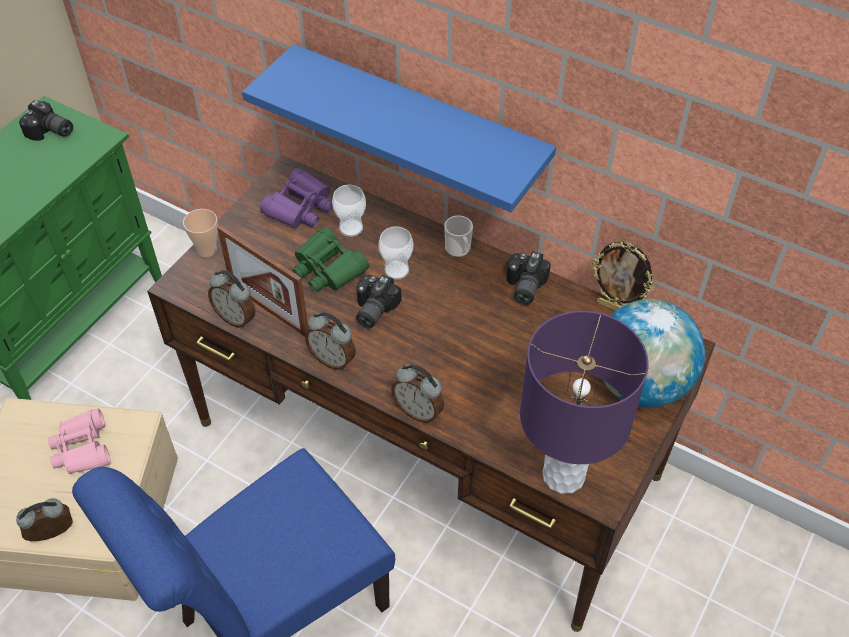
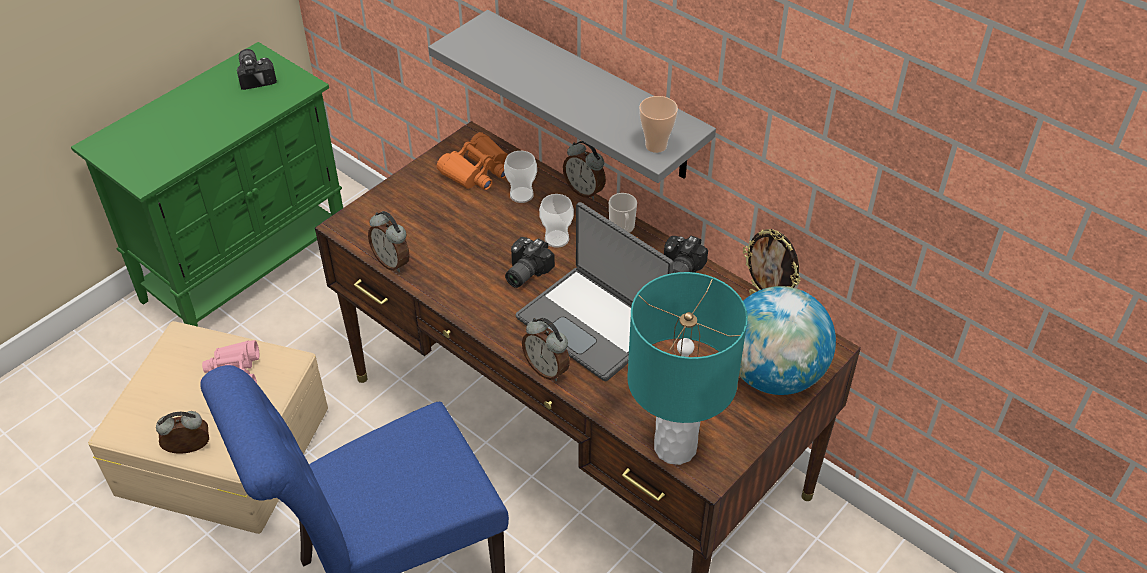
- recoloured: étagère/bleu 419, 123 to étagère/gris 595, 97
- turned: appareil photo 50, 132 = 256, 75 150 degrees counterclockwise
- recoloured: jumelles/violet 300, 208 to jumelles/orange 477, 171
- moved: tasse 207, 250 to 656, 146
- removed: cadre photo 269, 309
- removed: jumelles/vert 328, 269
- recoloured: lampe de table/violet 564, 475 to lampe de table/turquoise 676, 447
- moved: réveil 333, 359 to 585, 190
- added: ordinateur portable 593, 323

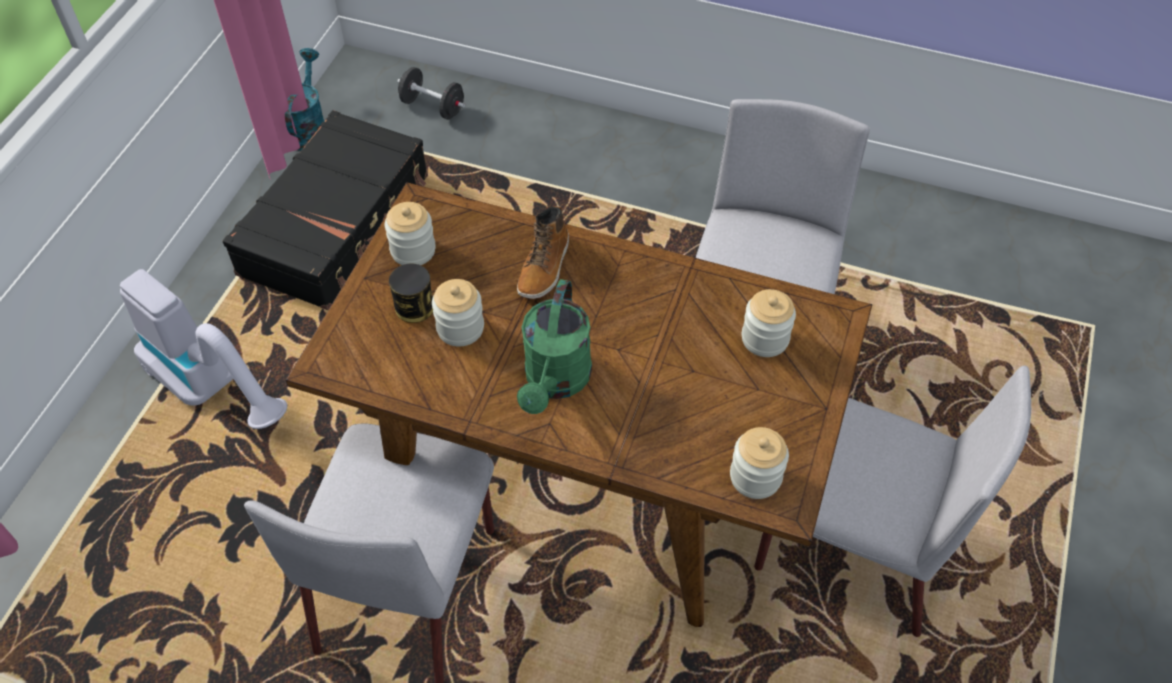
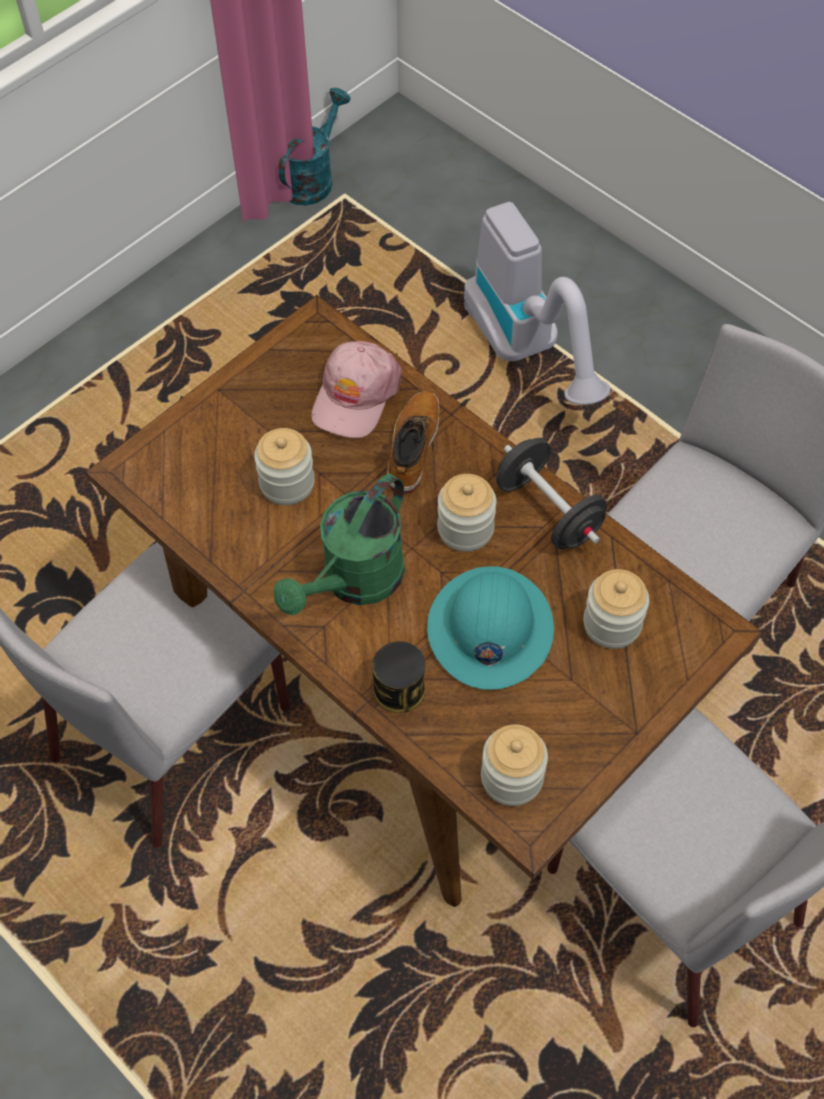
- moved: haltère/noir 432, 107 to 548, 511
- removed: valise/noir 337, 224
- moved: bocal 413, 250 to 465, 529
- turned: botte 544, 267 = 412, 447 150 degrees clockwise
- moved: boîte métallique 414, 307 to 399, 690
- moved: aspirateur 214, 389 to 528, 352
- added: casquette/rose 355, 396
- added: casque de chantier/turquoise 489, 629

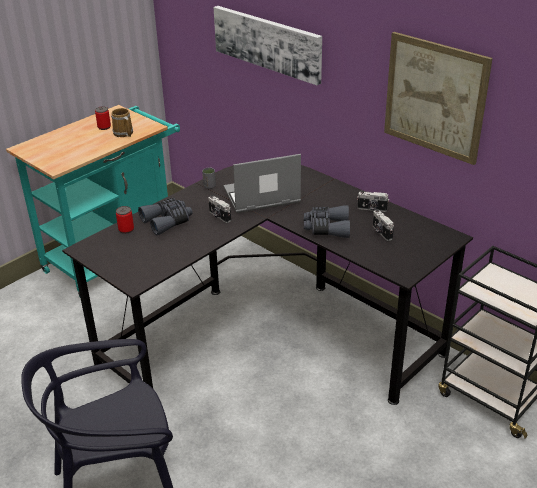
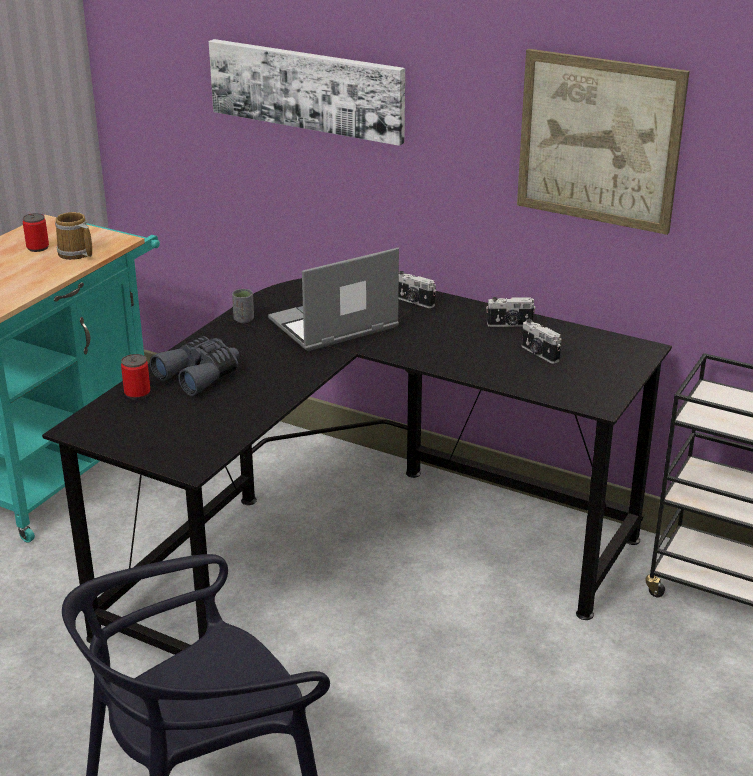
- moved: appareil photo 219, 216 to 414, 302
- removed: jumelles/gris 326, 228

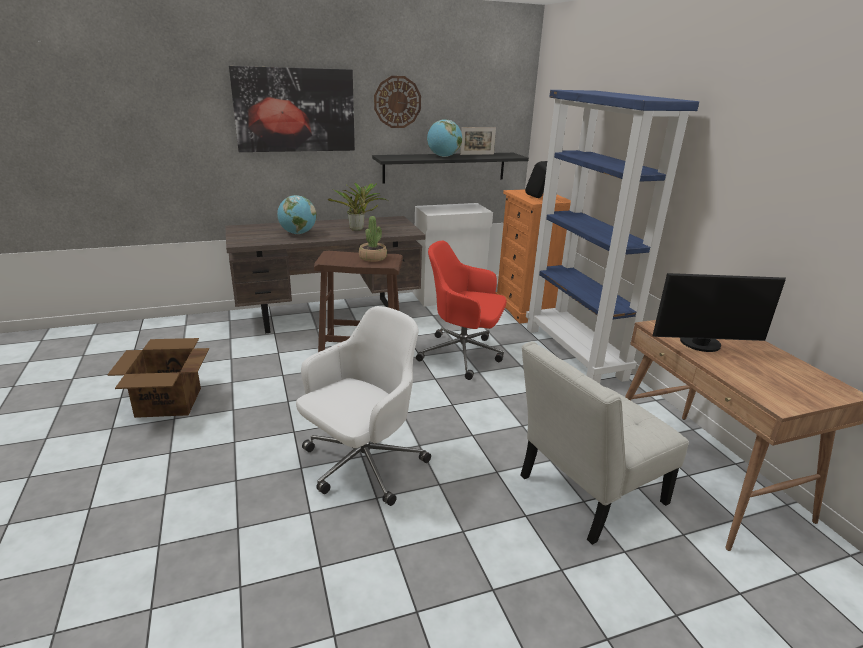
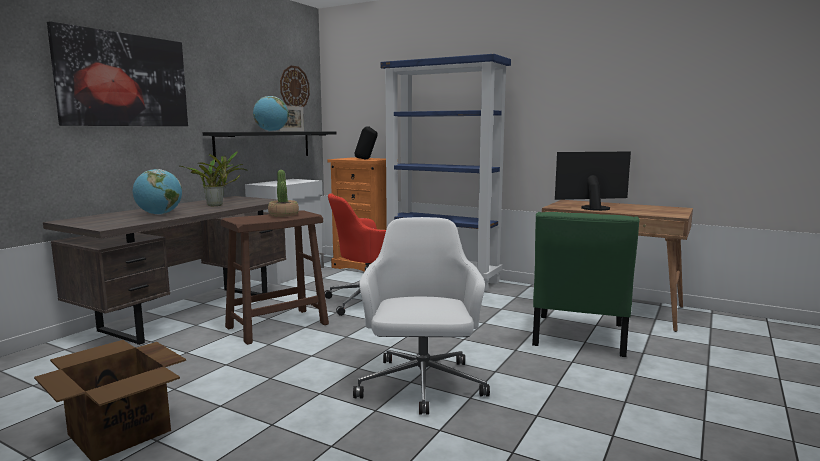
- moved: horloge murale 397, 102 to 294, 88
- turned: écran d'ordinateur 702, 345 = 593, 208 150 degrees counterclockwise
- recoloured: chaise/blanc 585, 492 to chaise/vert 578, 338

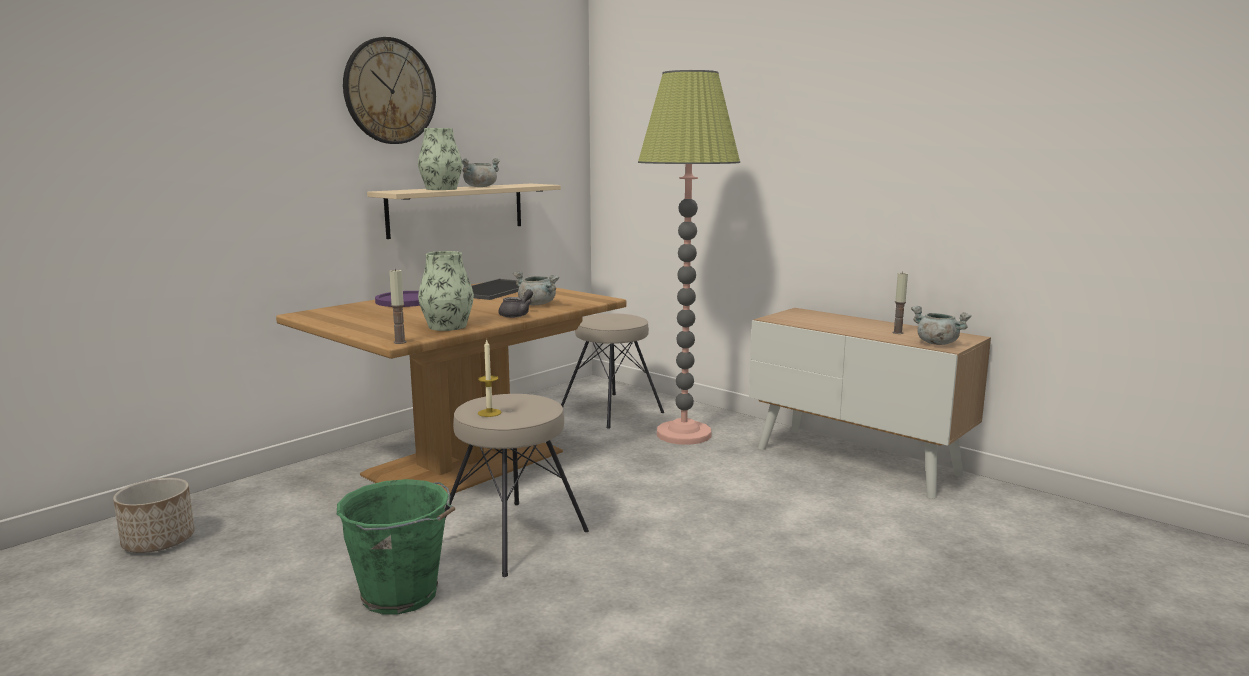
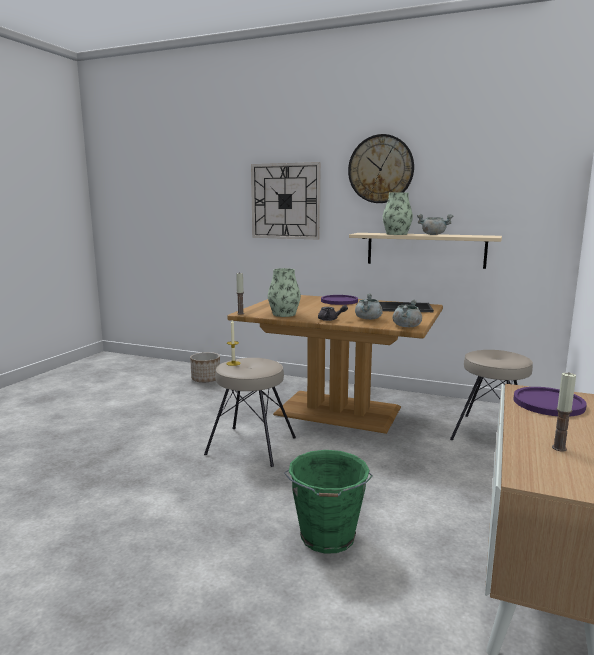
- removed: lampadaire 683, 434
- moved: marmite/gris 936, 343 to 406, 326
- moved: seau/vert 402, 595 to 327, 538
- added: horloge murale 285, 201
- added: assiette/violet 548, 403

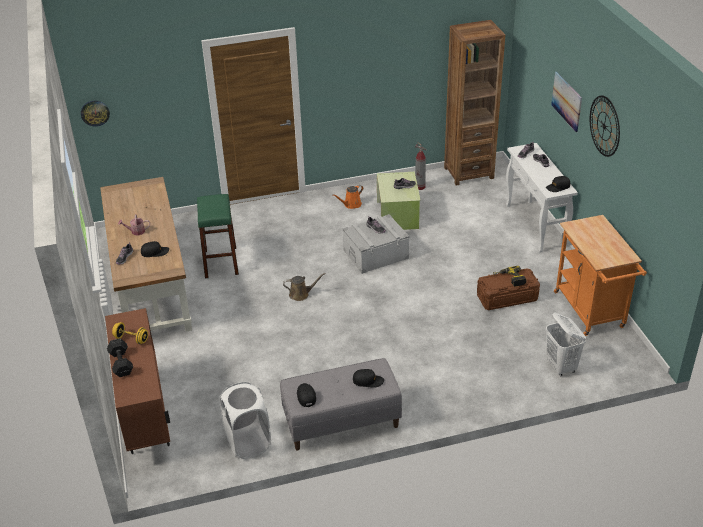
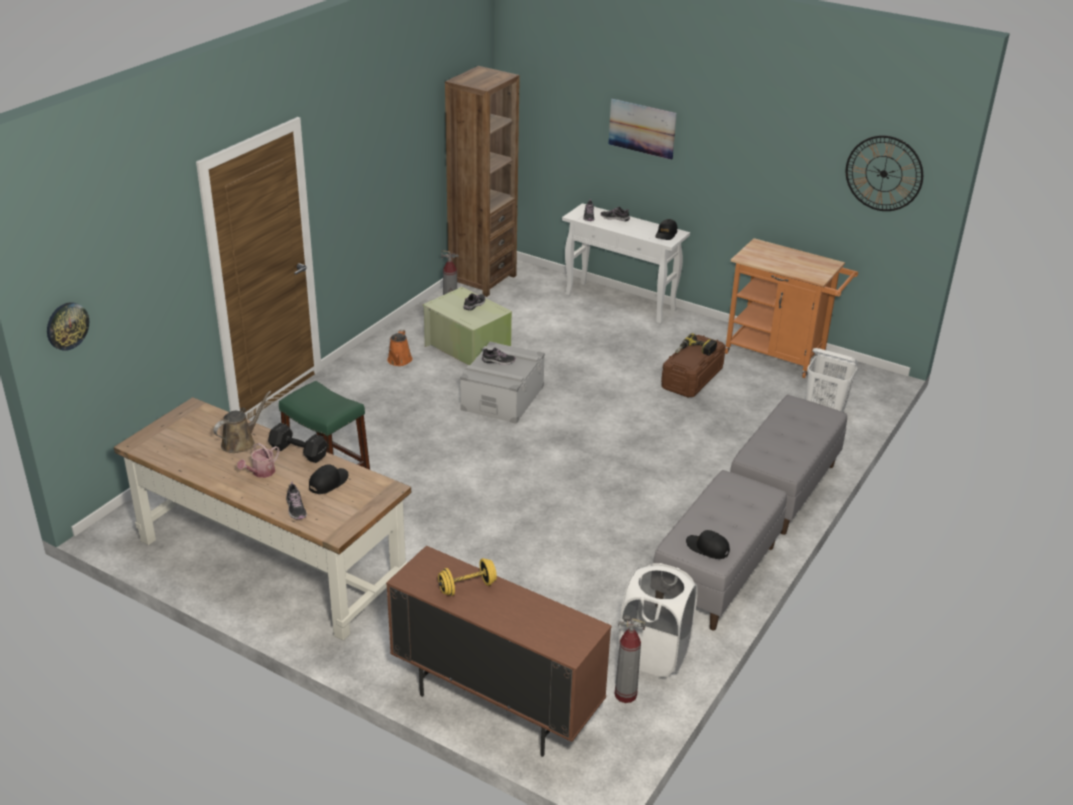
- moved: horloge murale 604, 126 to 884, 173
- moved: arrosoir/marron 301, 294 to 241, 442
- moved: haltère/noir 121, 363 to 298, 451
- removed: casquette/noir 368, 381
- added: banc/gris 783, 490
- added: extincteur 625, 694

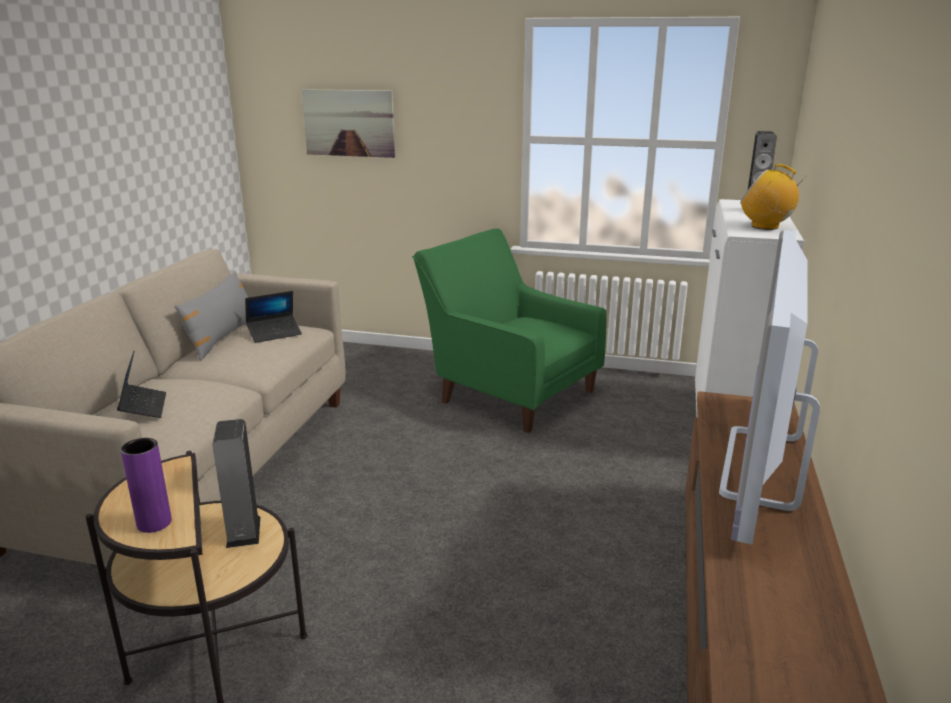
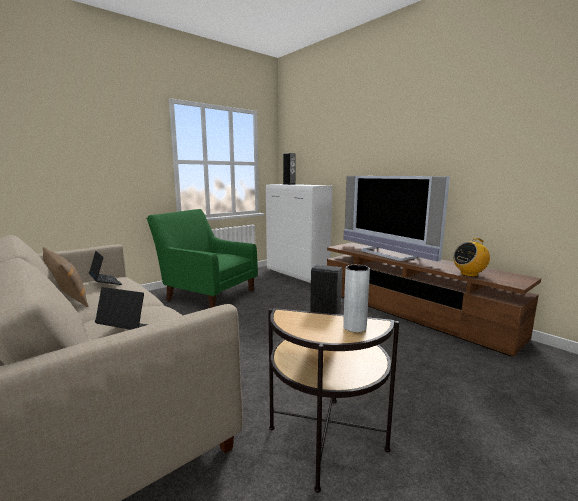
- removed: tableau 349, 123
- moved: radio 765, 226 to 469, 274
- turned: fauteuil/vert 509, 393 = 207, 294 45 degrees clockwise
- recoloured: coussin/gris 222, 338 to coussin/marron 66, 296
- turned: ordinateur portable 274, 333 = 105, 282 45 degrees counterclockwise
- recoloured: vase/violet 154, 523 to vase/gris 354, 327

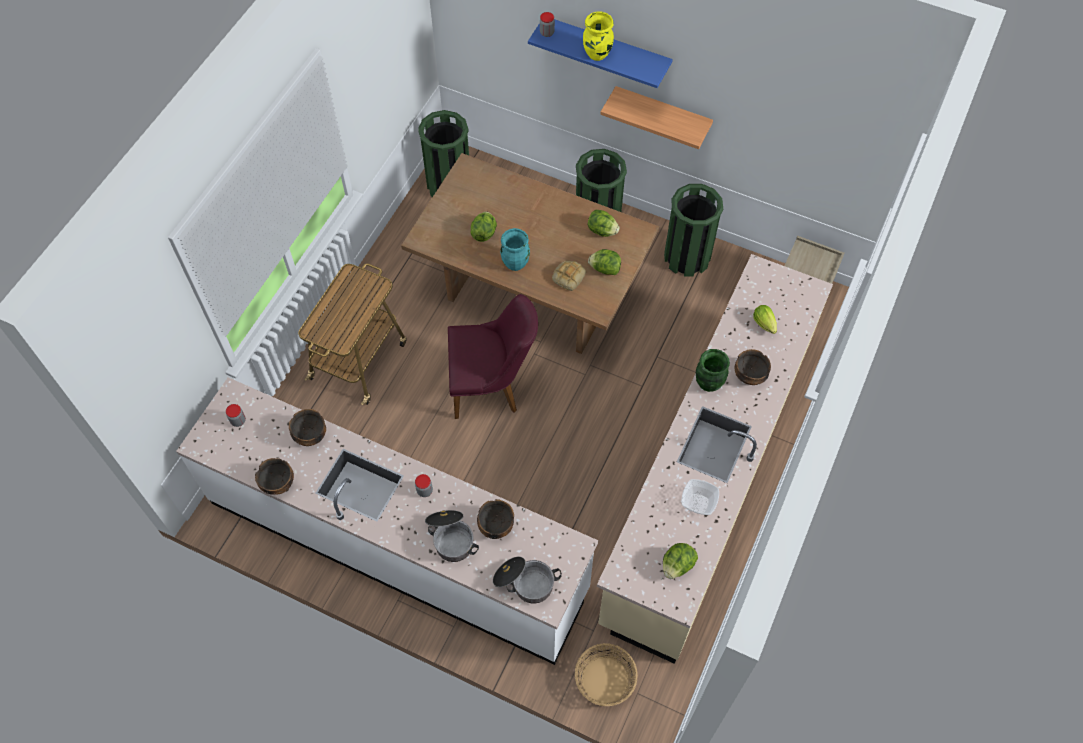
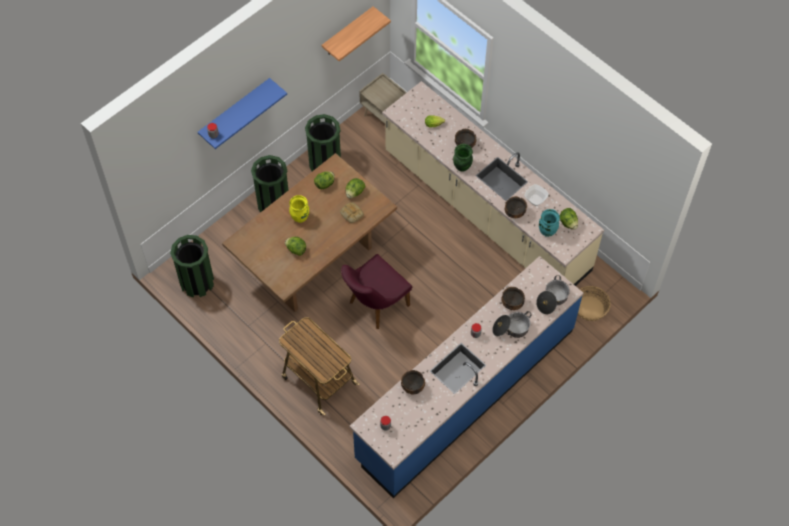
- moved: vase/jaune 597, 54 to 300, 217
- moved: étagère 662, 114 to 347, 32
- moved: vase/turquoise 515, 263 to 547, 231
- turned: chaise/violet 492, 387 = 374, 306 150 degrees counterclockwise
- recoloured: comptoir de cuisine/blanc 397, 544 to comptoir de cuisine/bleu 465, 393
- moved: bol 278, 483 to 514, 212

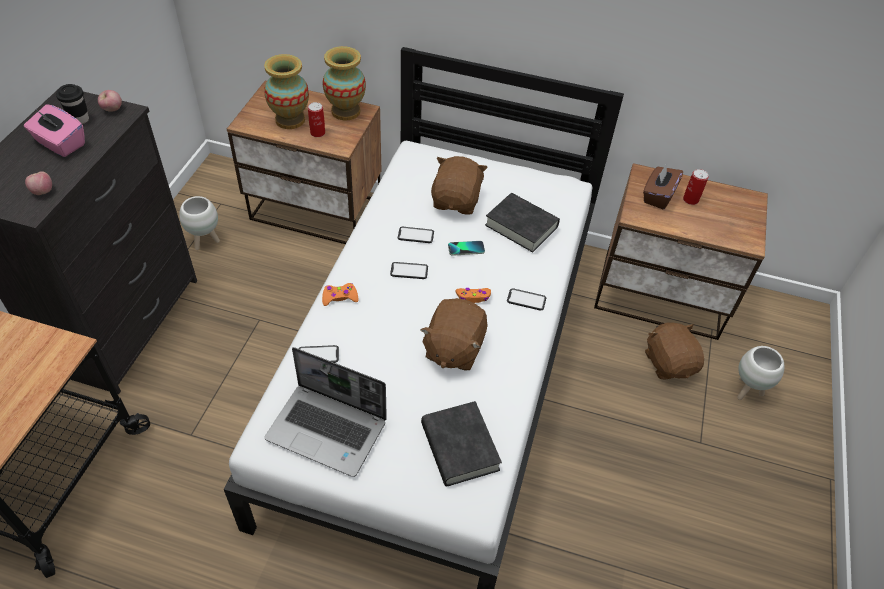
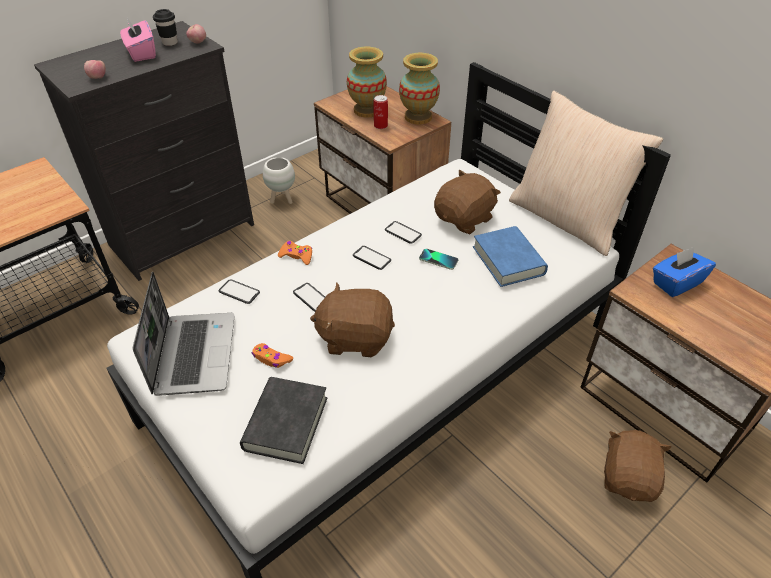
- recoloured: boîte à mouchoirs/marron 658, 196 to boîte à mouchoirs/bleu 676, 283
- removed: boîte métallique 690, 199
- recoloured: livre/noir 521, 226 to livre/bleu 508, 260
- moved: manette/orange 473, 297 to 271, 359
- moved: téléphone 526, 300 to 311, 297
- turned: peluche/marron 453, 348 = 355, 337 45 degrees clockwise
- removed: cache-pot/blanc 747, 390
- turned: ordinateur portable 328, 430 = 194, 353 150 degrees counterclockwise
- added: coussin/beige 567, 219

